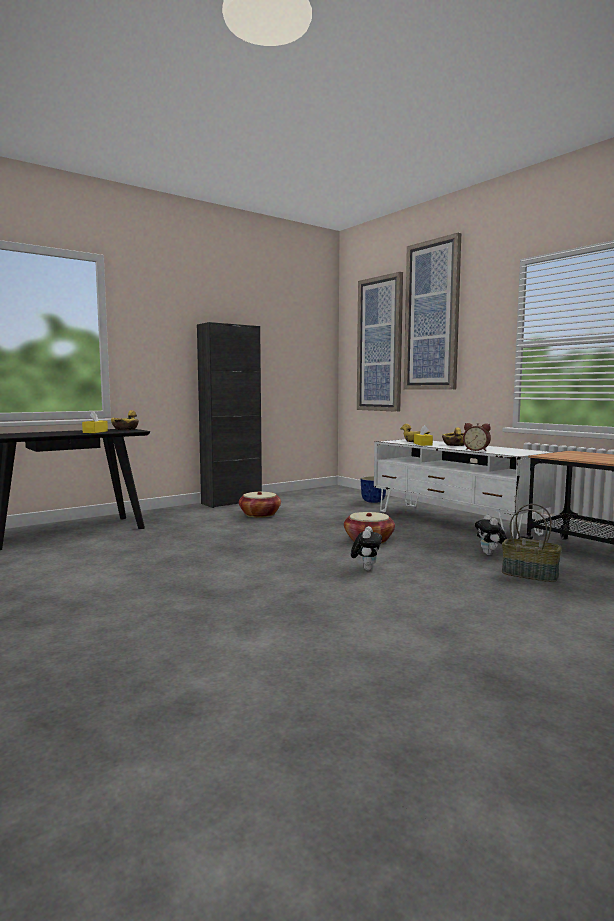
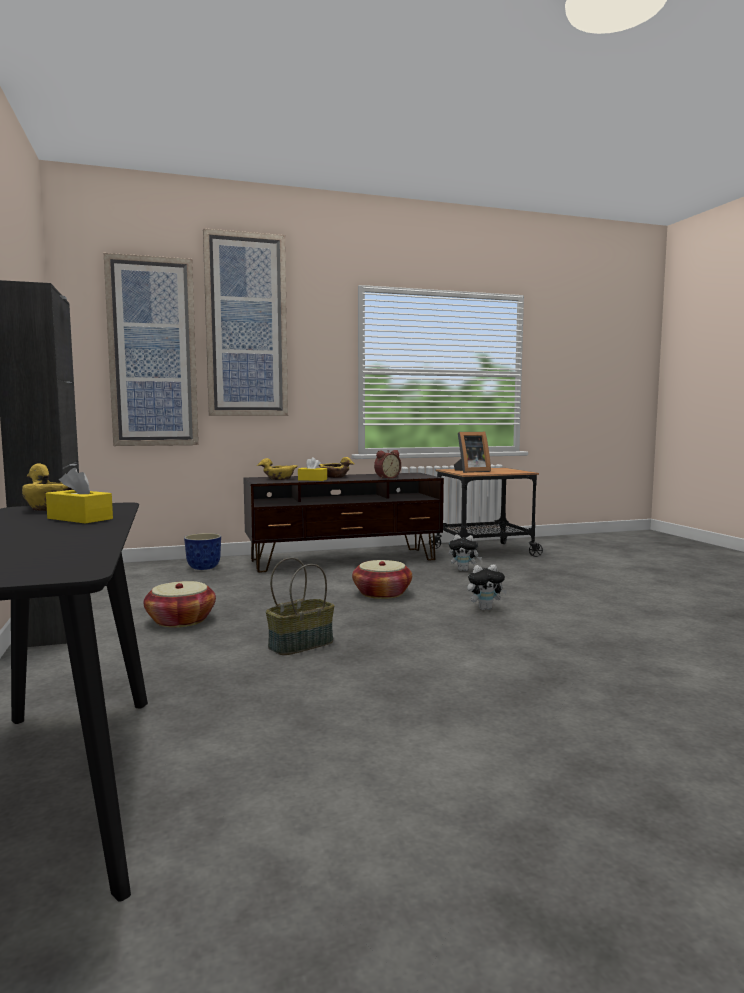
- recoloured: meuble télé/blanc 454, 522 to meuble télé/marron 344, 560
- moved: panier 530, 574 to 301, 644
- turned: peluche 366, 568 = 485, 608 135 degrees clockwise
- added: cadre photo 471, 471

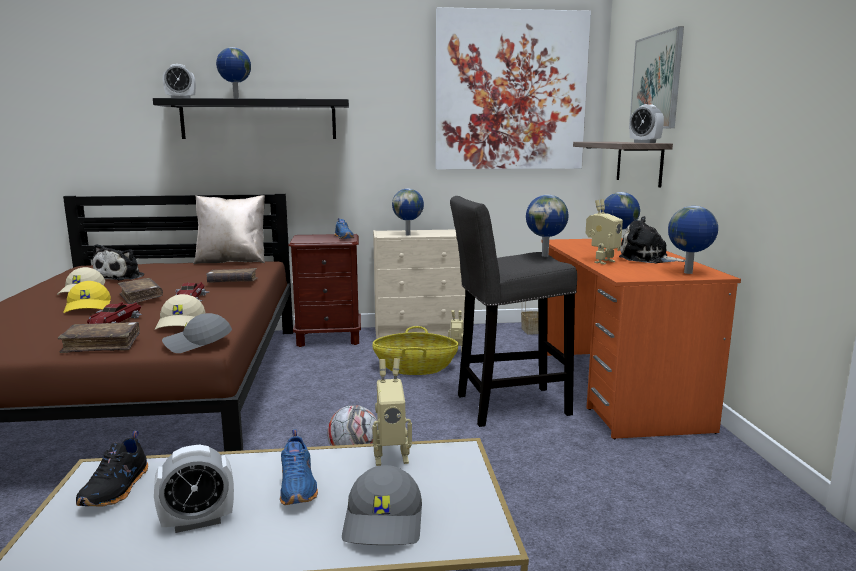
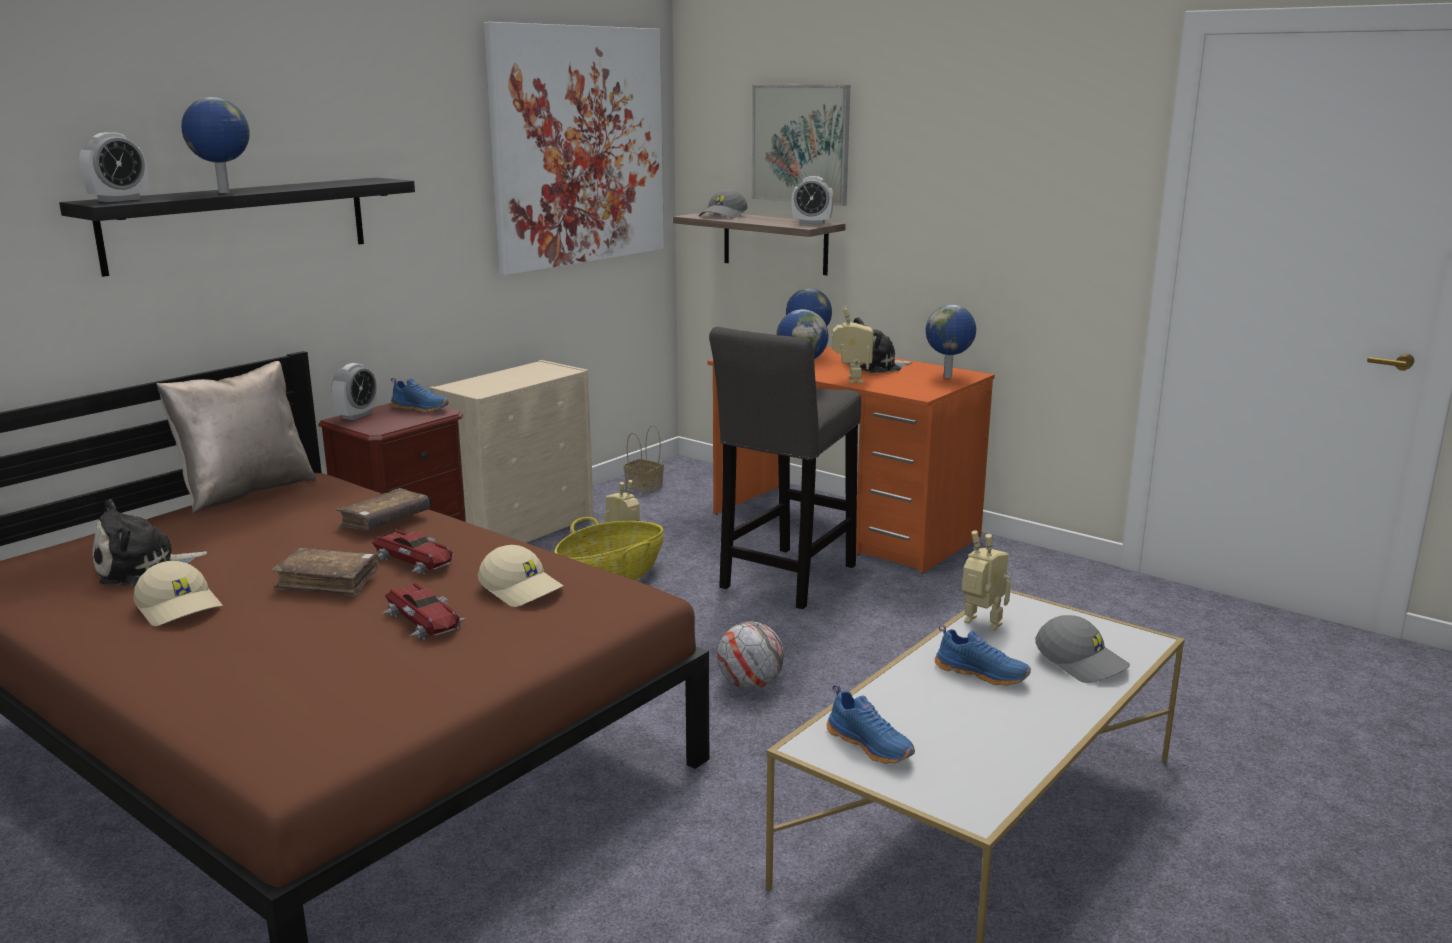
- removed: globe 408, 234
- turned: peluche 121, 277 = 143, 569 90 degrees clockwise
- removed: casquette/jaune 89, 307
- moved: casquette/gris 197, 344 to 724, 215
- removed: livre/marron 102, 345
- turned: robot jouet 391, 456 = 980, 625 90 degrees counterclockwise
- recoloured: chaussure/noir 117, 489 to chaussure/bleu 871, 745
- moved: réveil 198, 522 to 357, 415

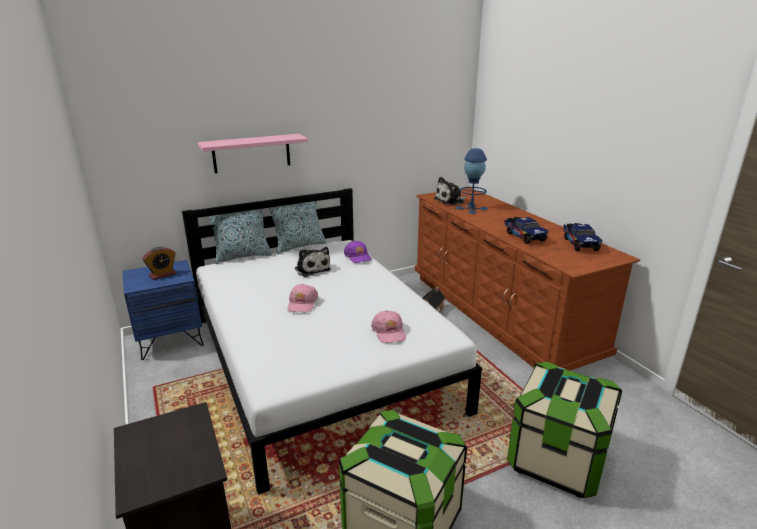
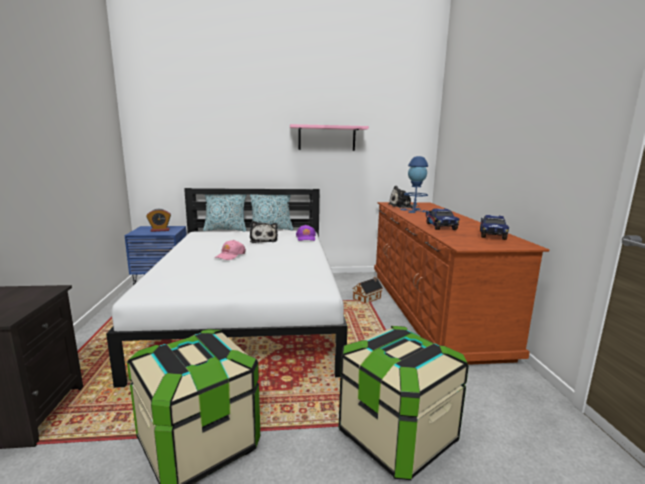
- moved: étagère/rose 251, 153 to 327, 138
- removed: casquette/rose 389, 332

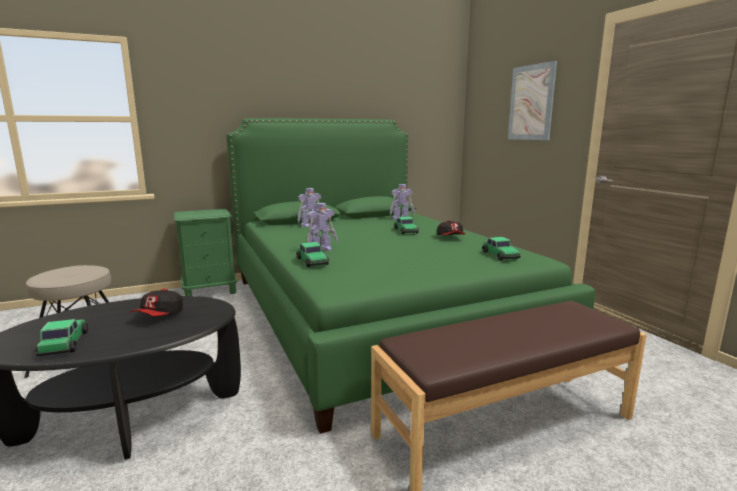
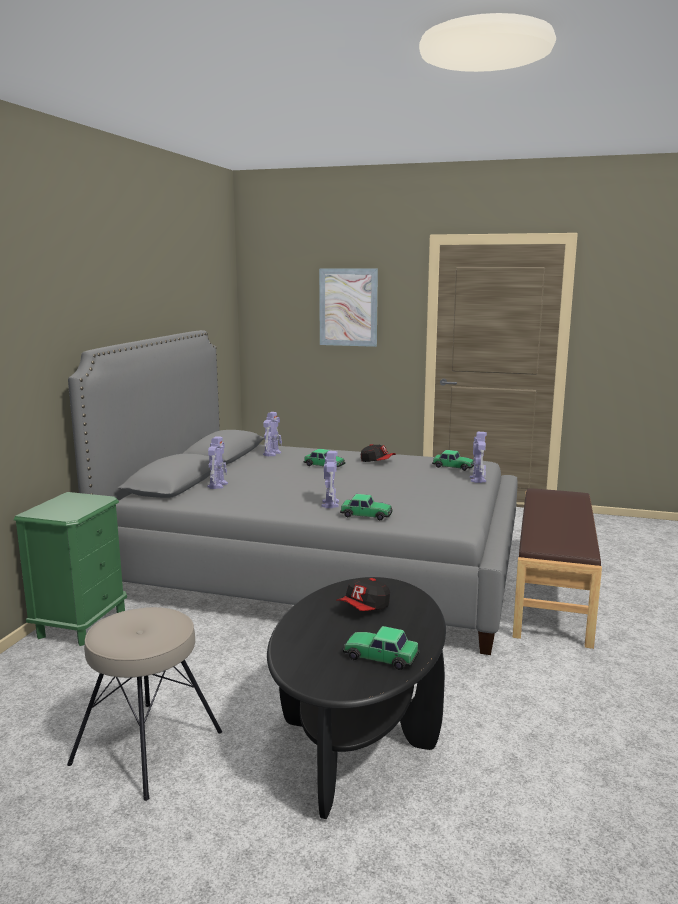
- recoloured: lit/vert 375, 313 to lit/gris 320, 566
- turned: casquette 159, 316 = 364, 608 75 degrees clockwise
- added: robot jouet 477, 479

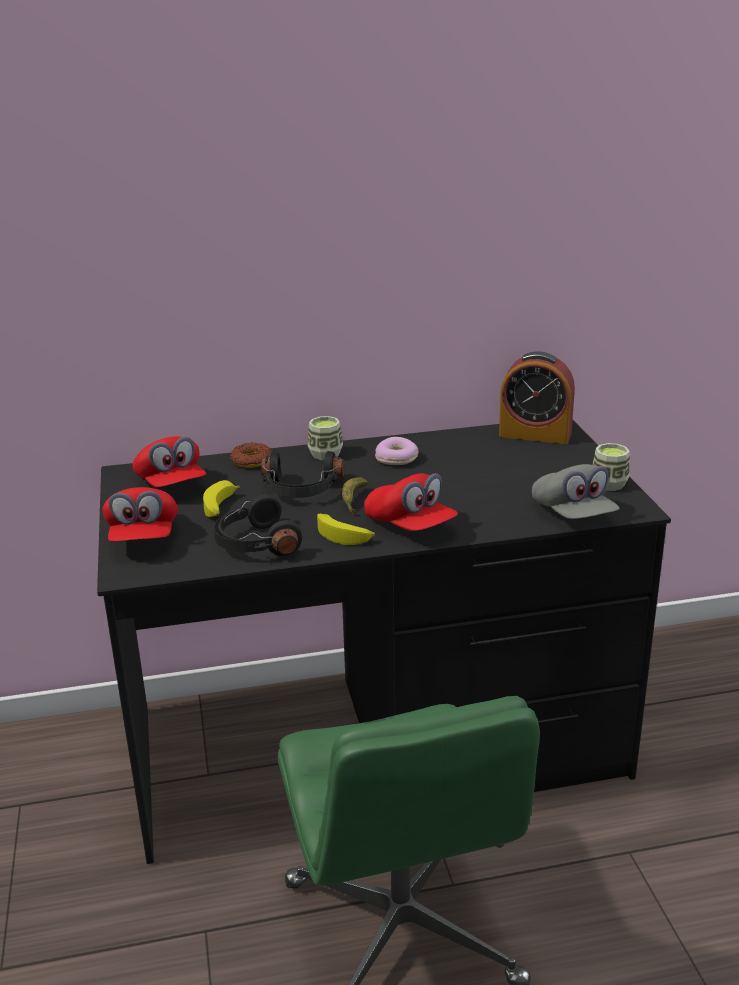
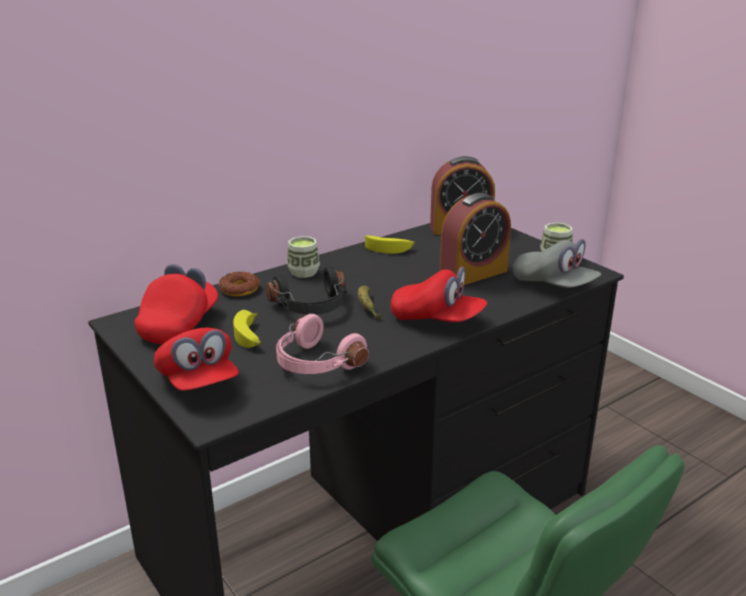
- turned: casquette/rouge 171, 484 = 179, 324 105 degrees counterclockwise
- removed: beignet 397, 458
- recoloured: casque audio/noir 255, 544 to casque audio/rose 315, 363
- moved: banane 345, 536 to 389, 248
- added: réveil 473, 274

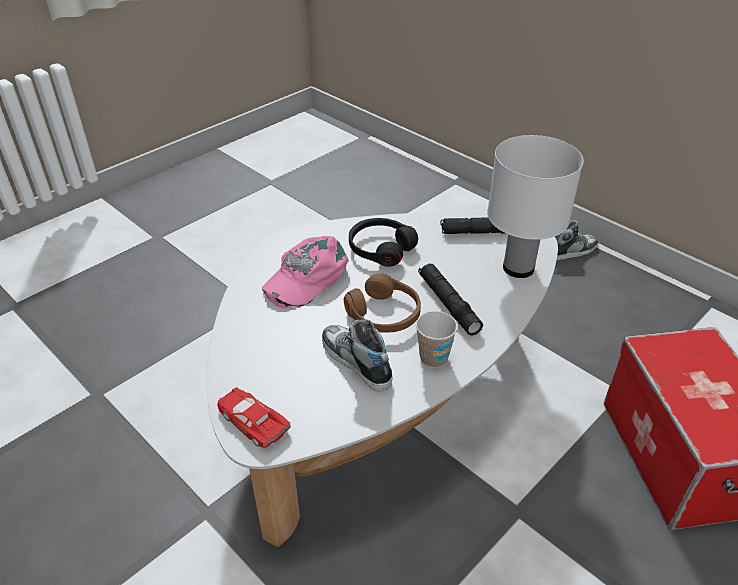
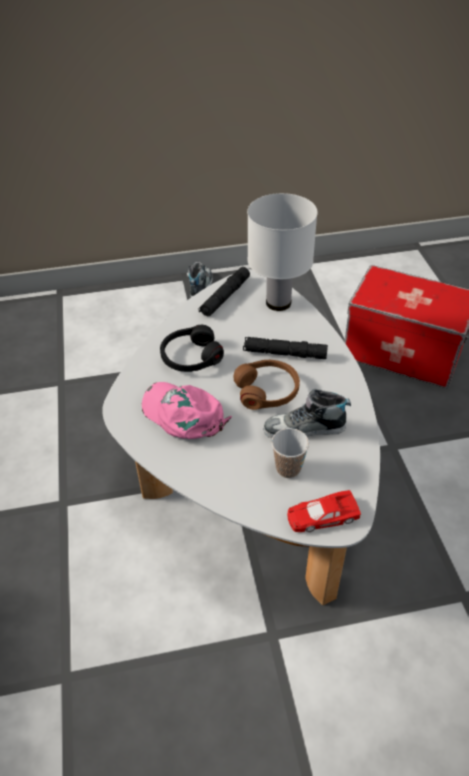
- turned: casquette/rose 306, 277 = 183, 414 150 degrees clockwise
- moved: tasse 433, 358 to 288, 468

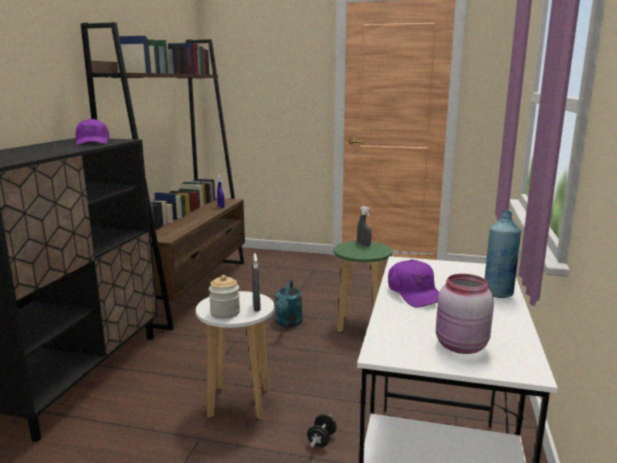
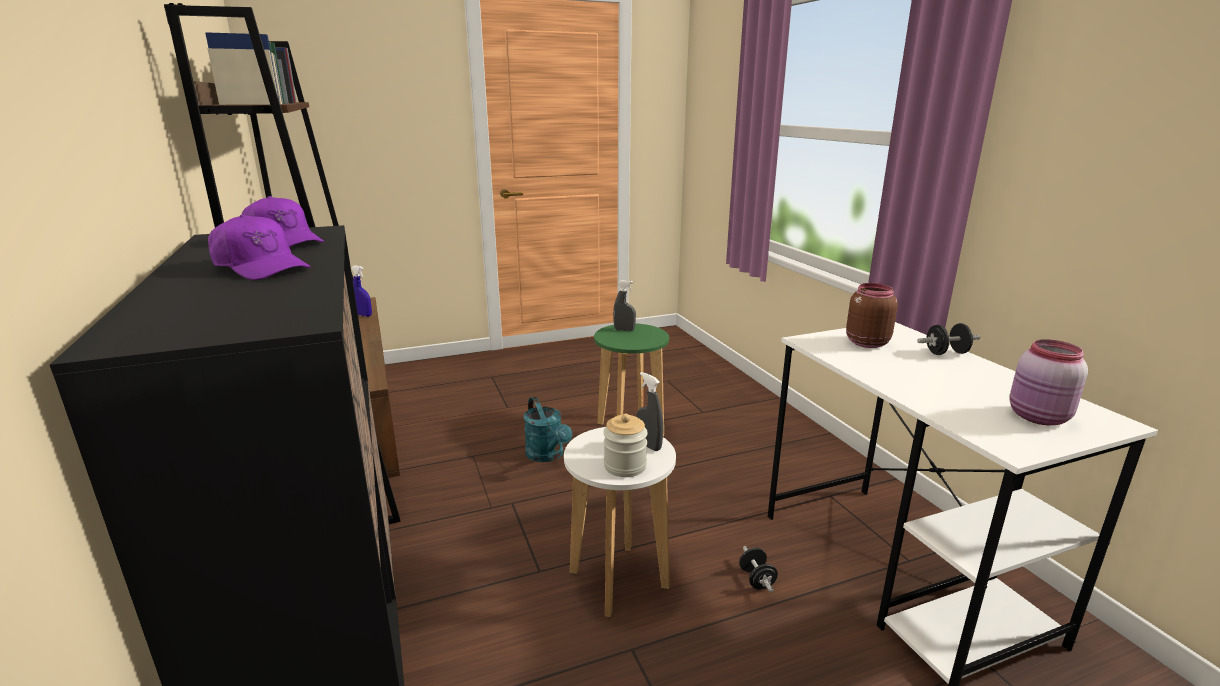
- replaced: bouteille/bleu 498, 293 to haltère/noir 946, 353
- moved: casquette/violet 415, 294 to 261, 268
- added: bocal/marron 865, 342

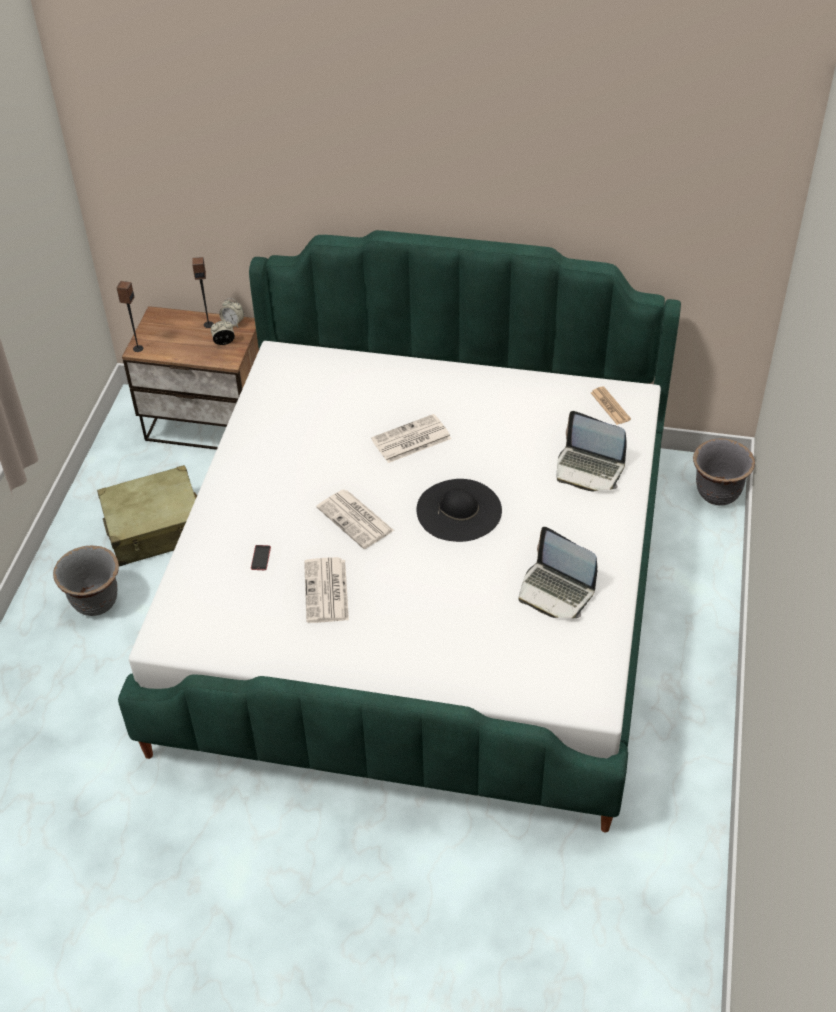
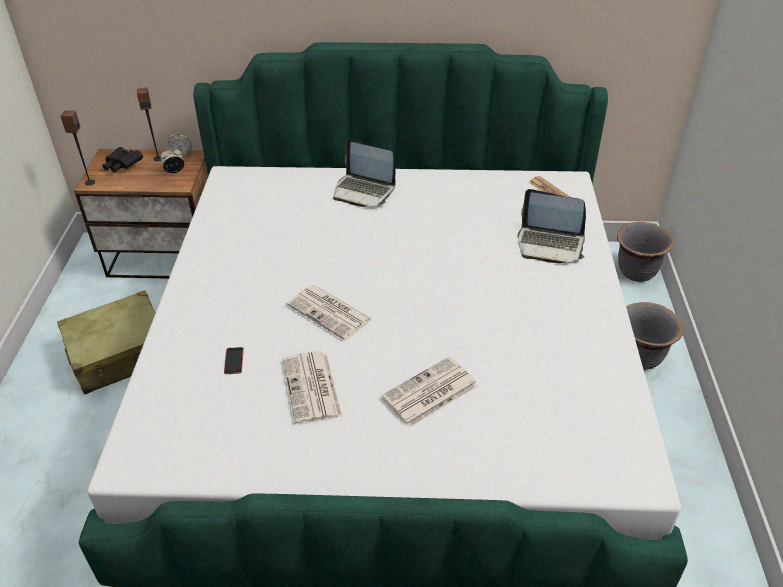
- moved: journal 410, 440 to 429, 393
- removed: chapeau/noir 459, 510
- moved: ordinateur portable 556, 591 to 363, 191
- moved: cache-pot/gris 96, 602 to 640, 358
- added: jumelles/noir 122, 166

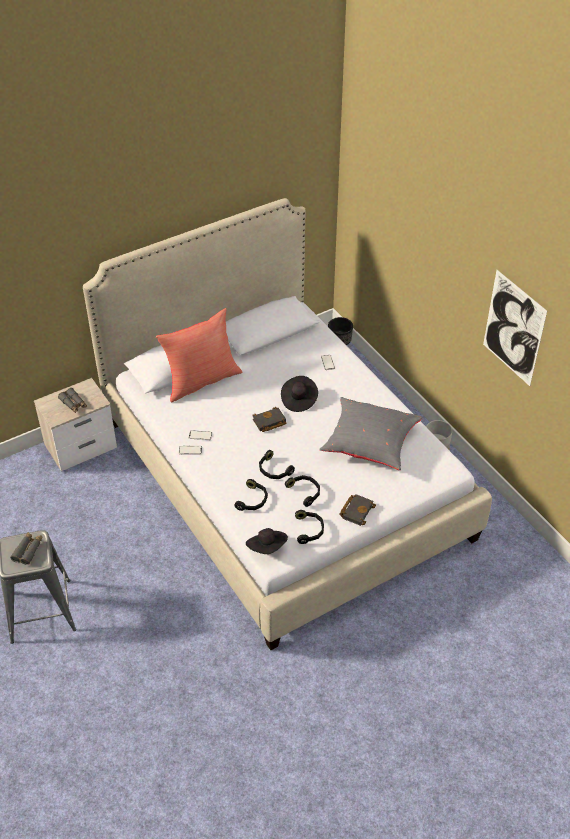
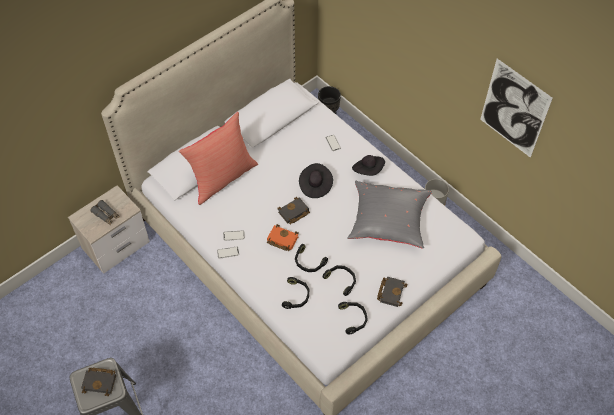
- moved: chapeau/noir 267, 548 to 368, 170
- replaced: jumelles/gris 28, 550 to livre/noir 100, 381
- added: livre/orange 281, 240

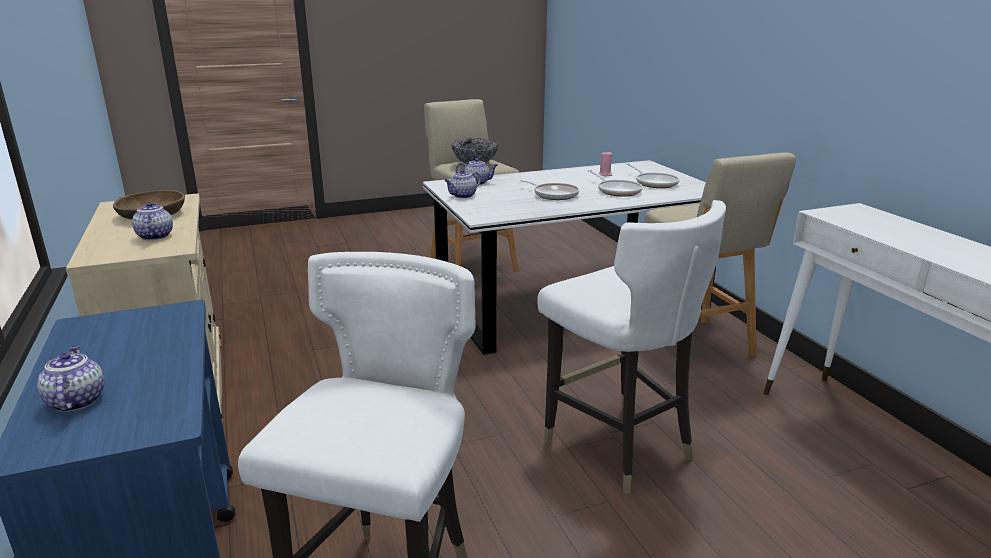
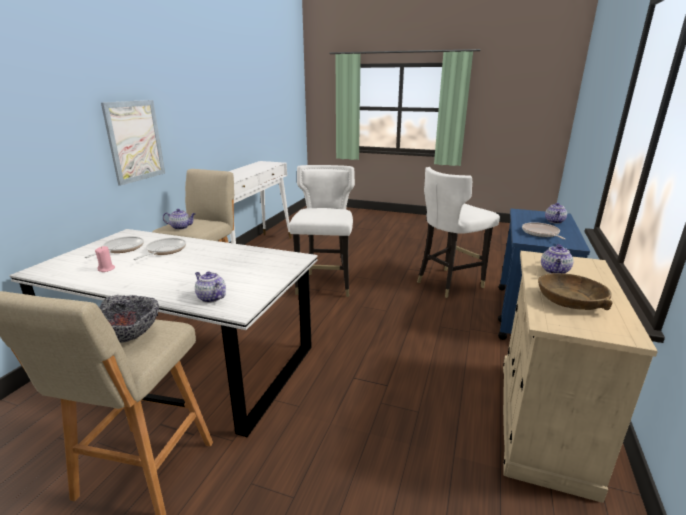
- moved: théière 462, 196 to 181, 227
- moved: poêle 554, 195 to 541, 233
- added: tableau 135, 141

